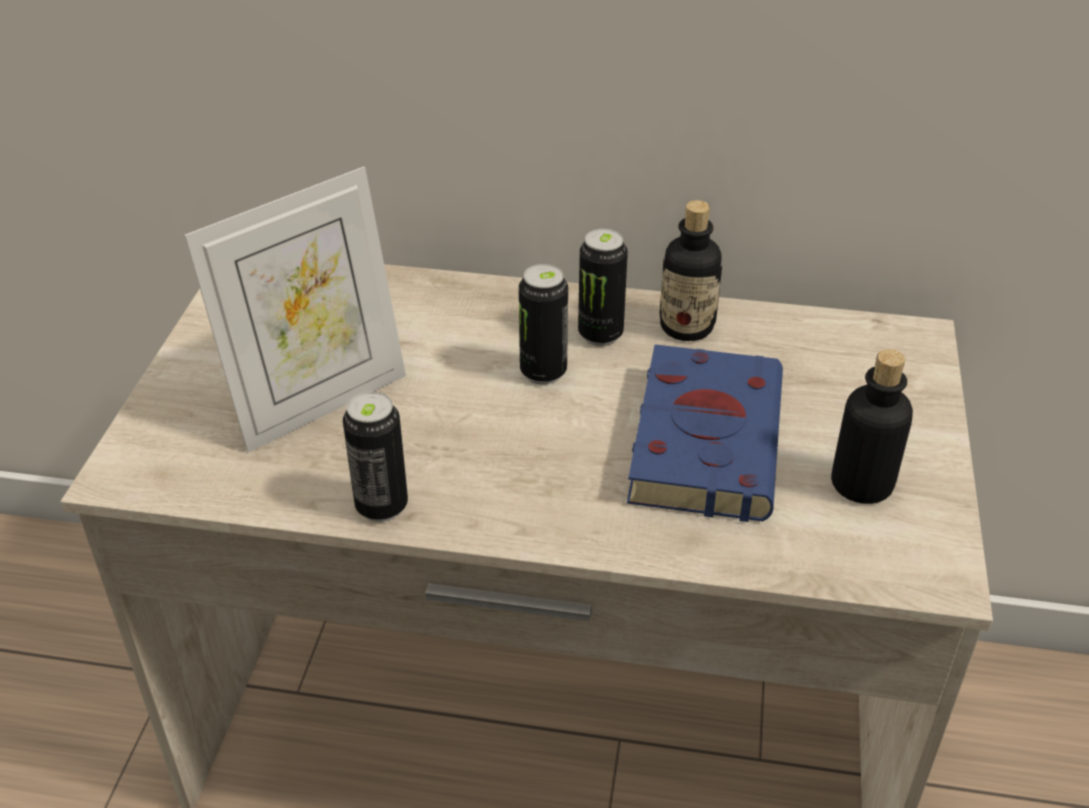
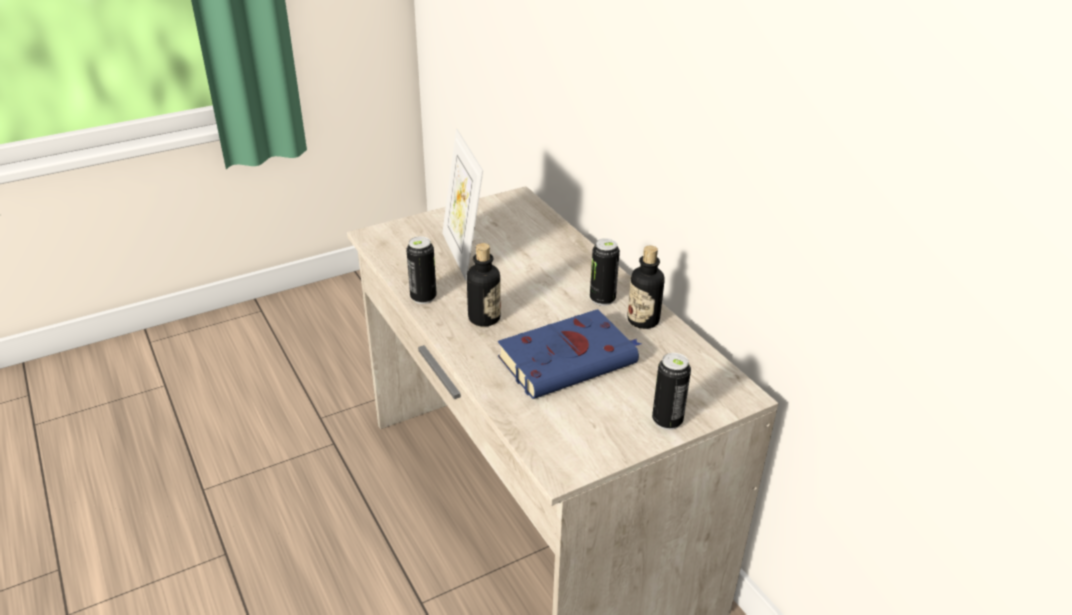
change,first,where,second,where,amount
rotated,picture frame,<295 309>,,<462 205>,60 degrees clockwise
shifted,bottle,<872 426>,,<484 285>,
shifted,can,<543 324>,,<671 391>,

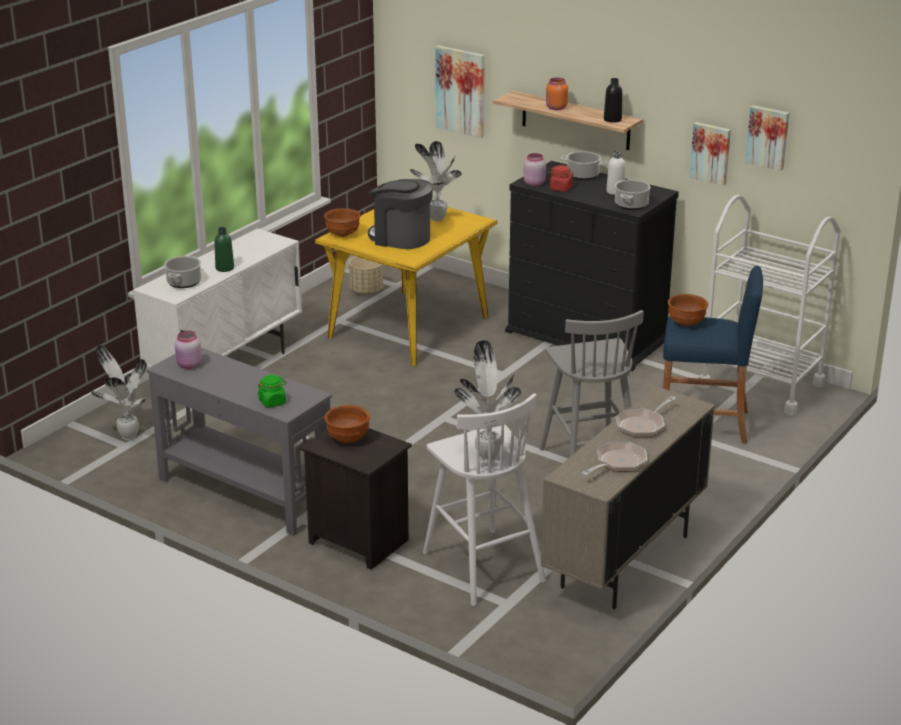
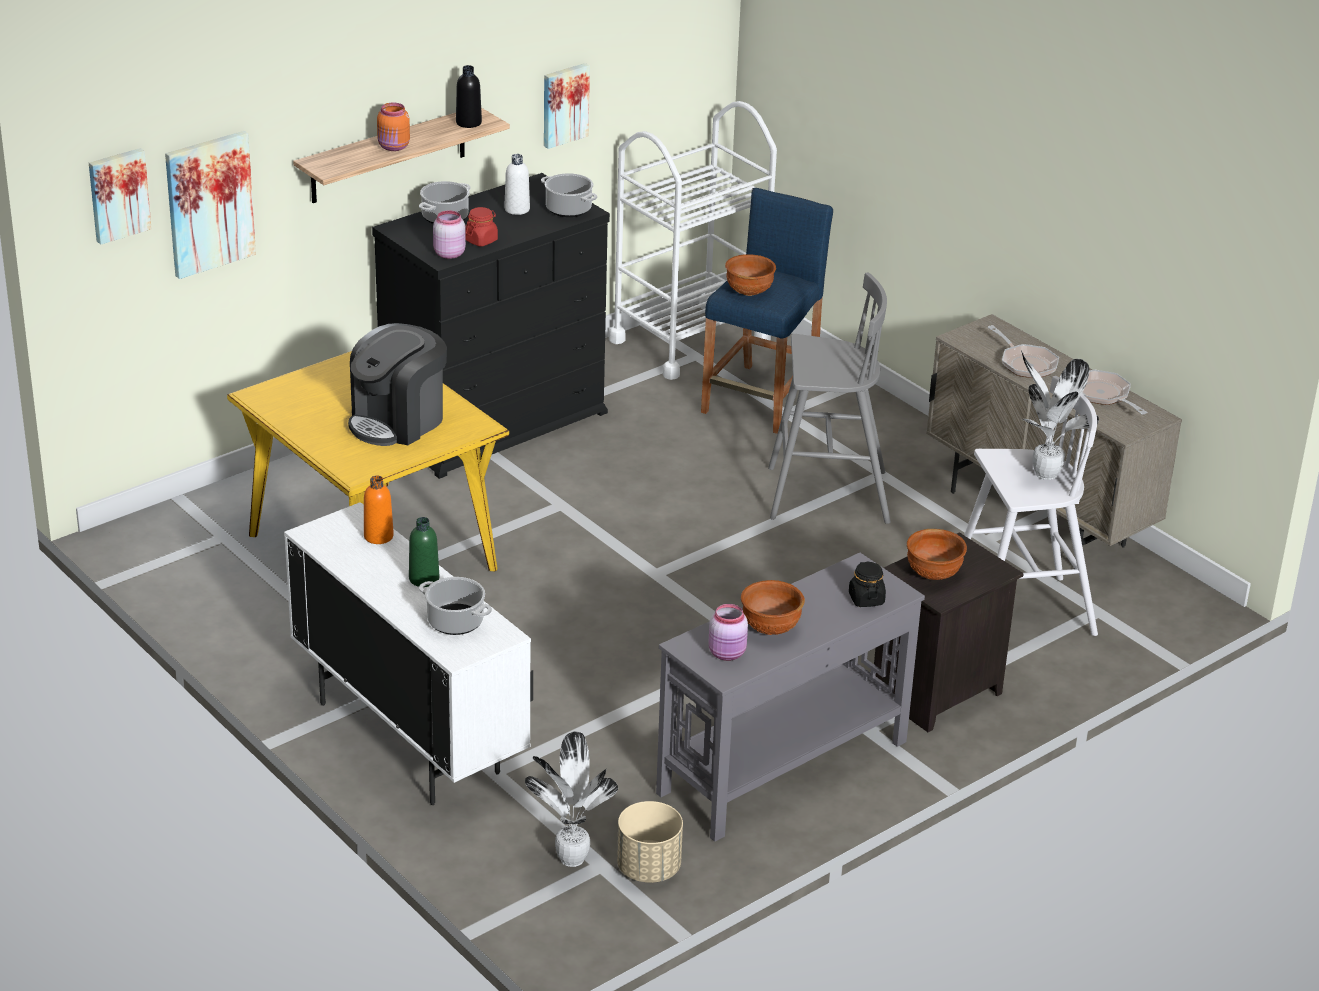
change,first,where,second,where,amount
shifted,picture,<767 138>,,<120 196>,
new,,,bottle (orange),<379 509>,
shifted,planter (beige),<366 275>,,<650 842>,
shifted,bowl (brown),<342 222>,,<773 607>,
repainted,jar (green),<272 391>,jar (black),<867 584>,
gone,potted plant,<436 181>,,,

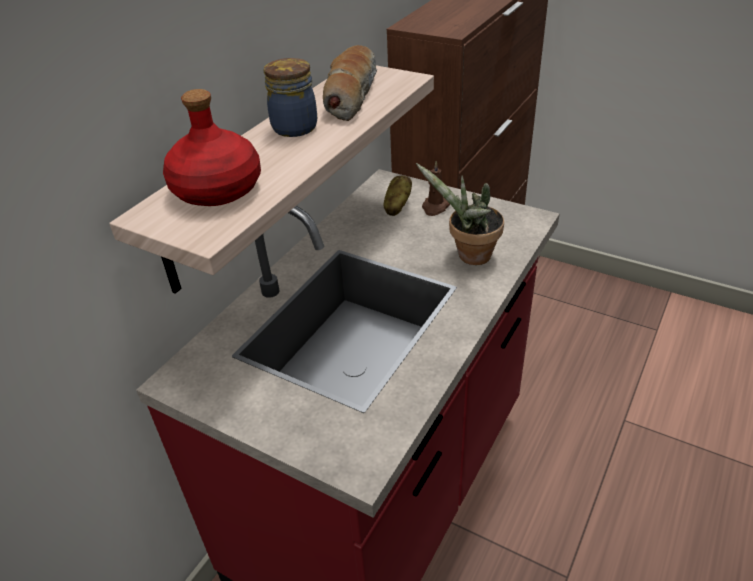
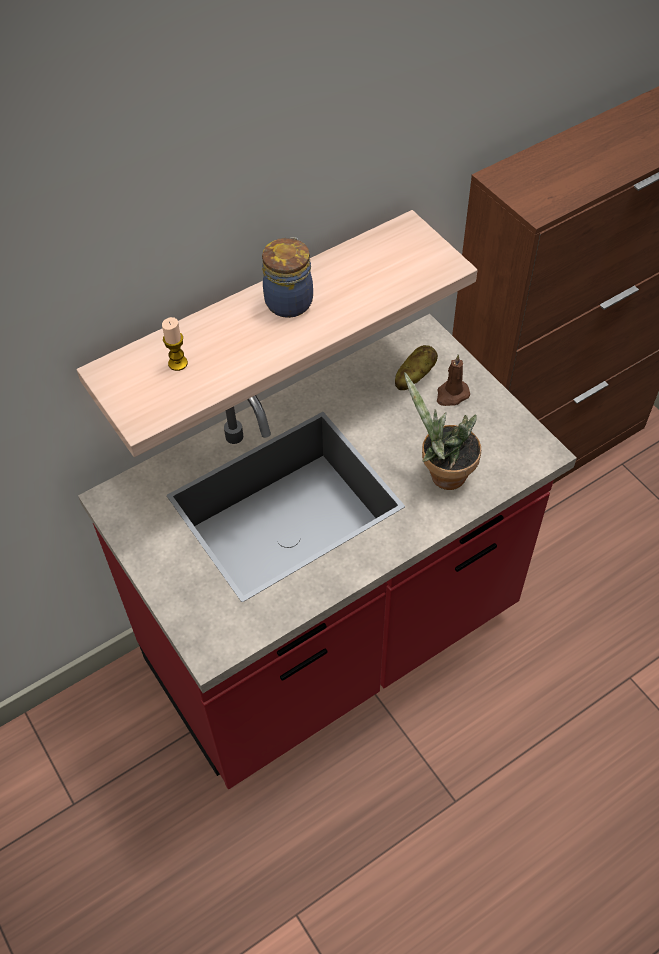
change,first,where,second,where,amount
swapped,bottle (red),<212 147>,candle,<175 344>,
gone,bread,<350 83>,,,

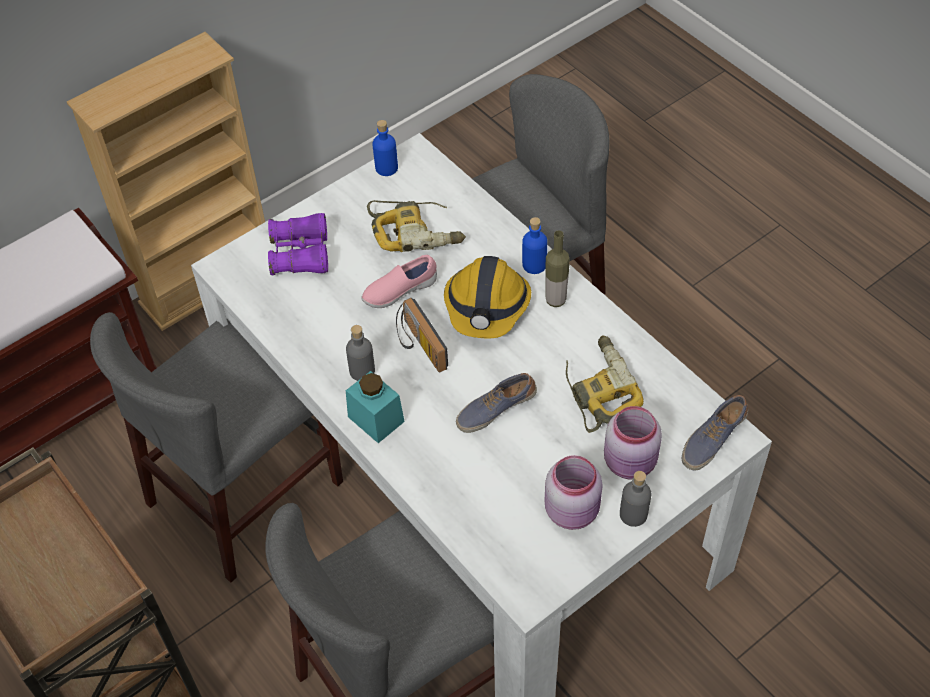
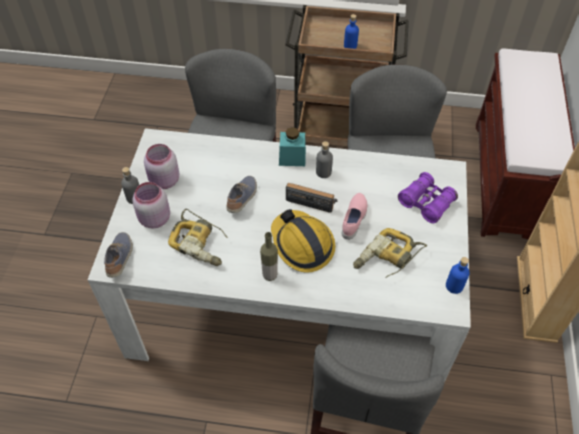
change,first,where,second,where,amount
shifted,bottle (blue),<534 245>,,<351 31>,

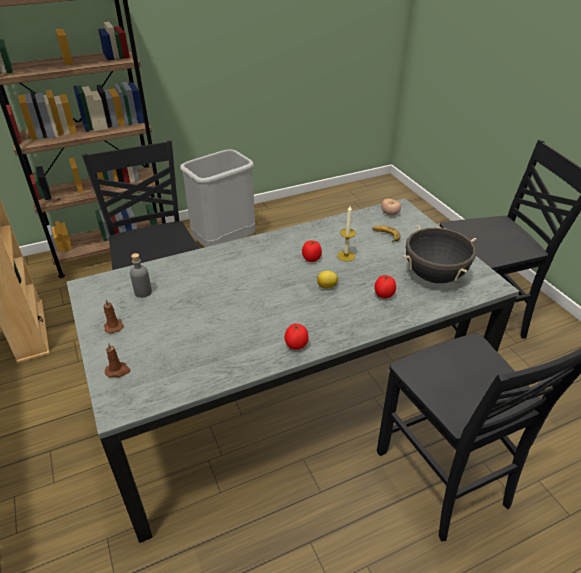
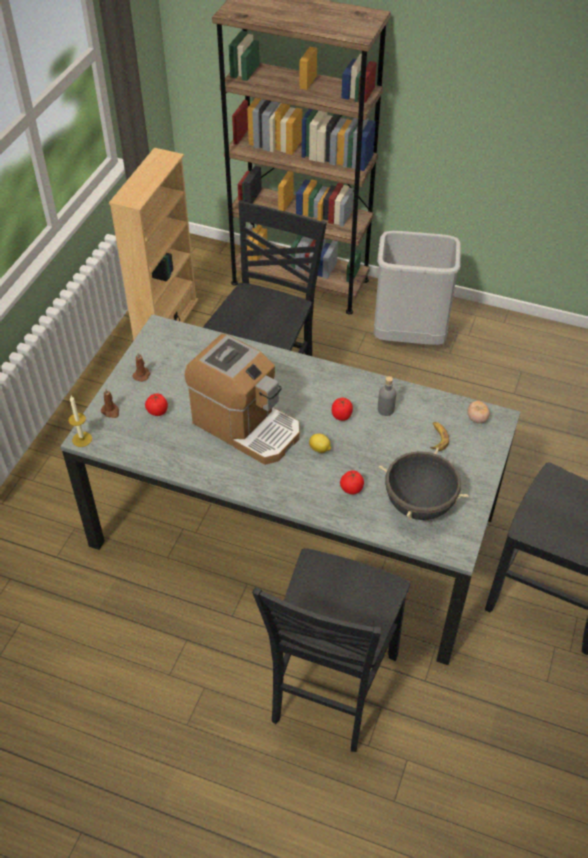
change,first,where,second,where,amount
shifted,candle,<346 234>,,<80 421>,
shifted,tomato,<296 337>,,<156 404>,
new,,,coffee machine,<242 399>,
shifted,bottle (grey),<141 275>,,<387 396>,

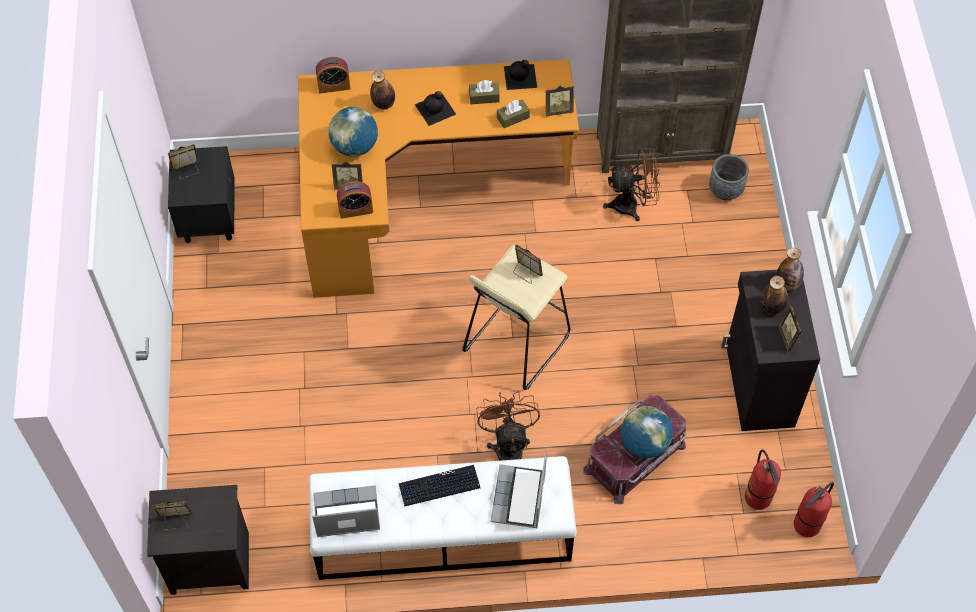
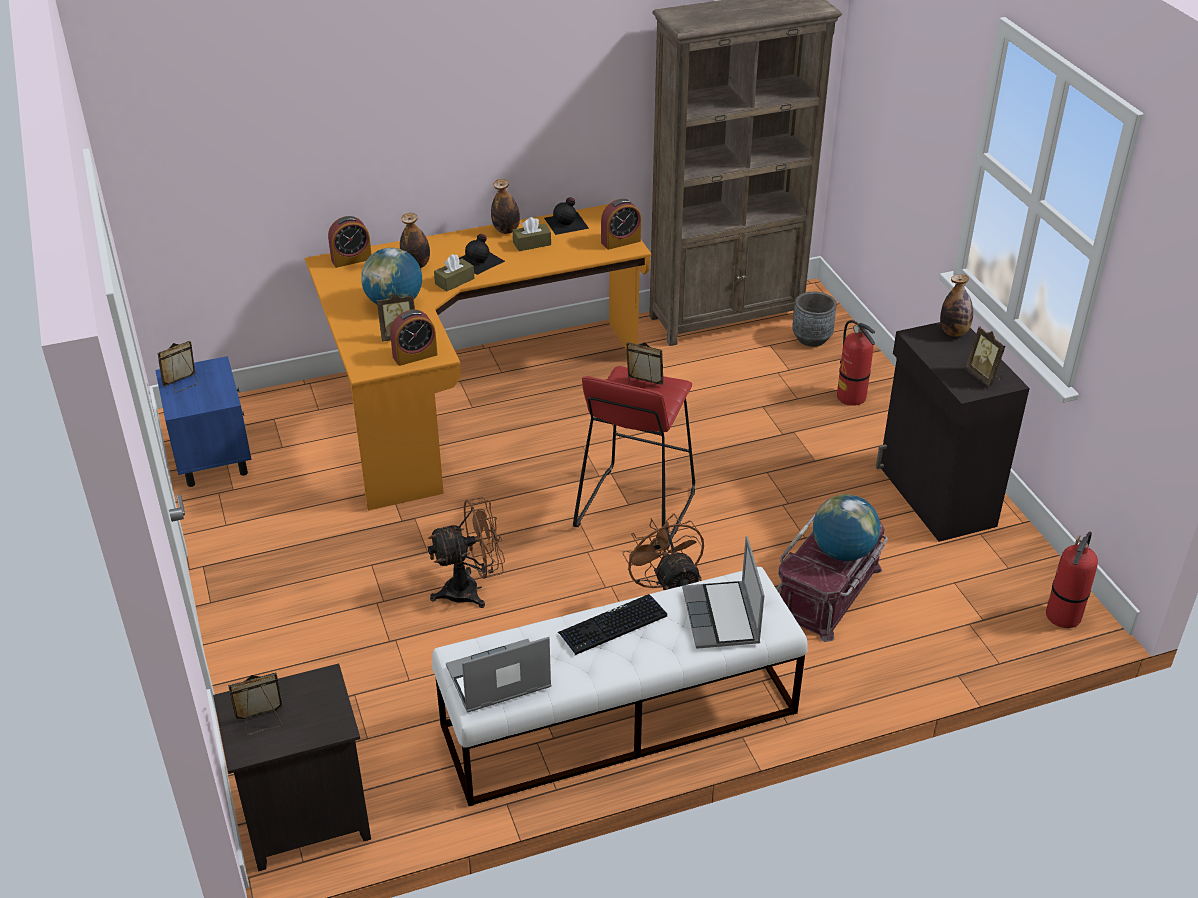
change,first,where,second,where,amount
repainted,nightstand (black),<201 194>,nightstand (blue),<203 421>,
shifted,fan (brown),<631 184>,,<466 552>,
shifted,tissue box (brown),<513 113>,,<454 273>,
shifted,bottle,<774 295>,,<505 206>,
repainted,stool (beige),<516 317>,stool (red),<634 458>,
swapped,picture frame,<560 100>,alarm clock,<621 224>,
shifted,fire extinguisher,<763 479>,,<856 363>,

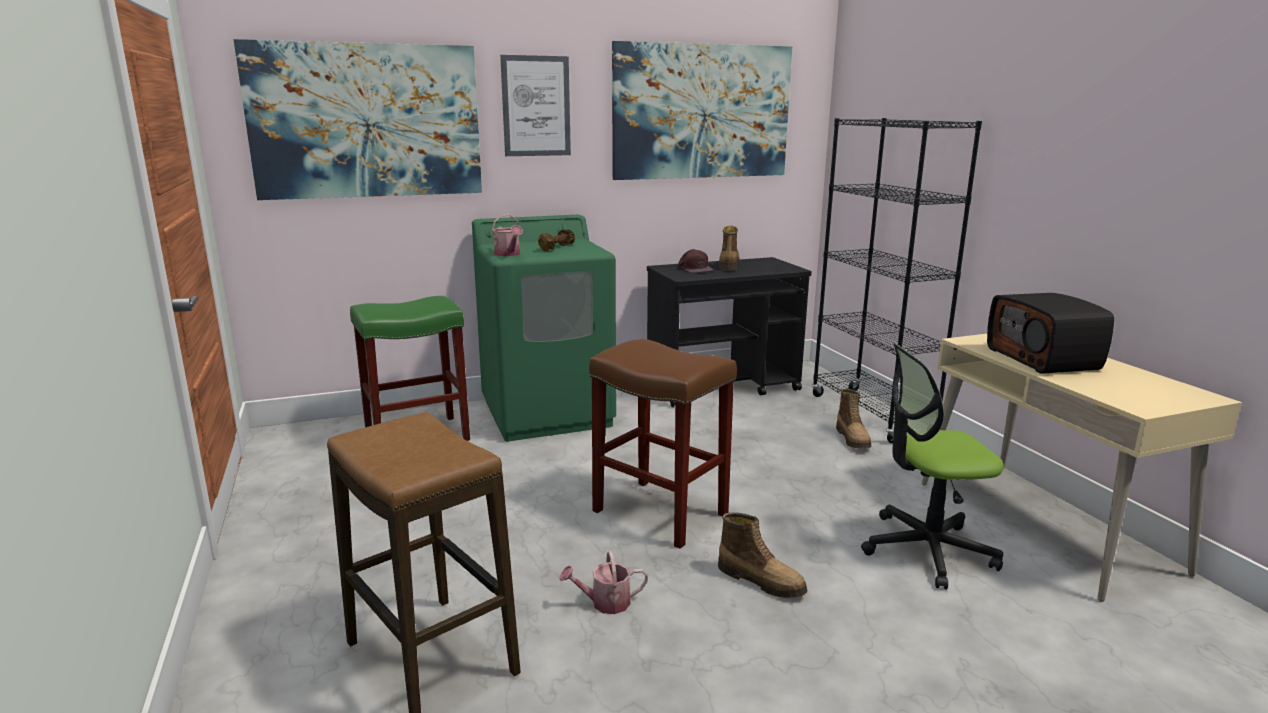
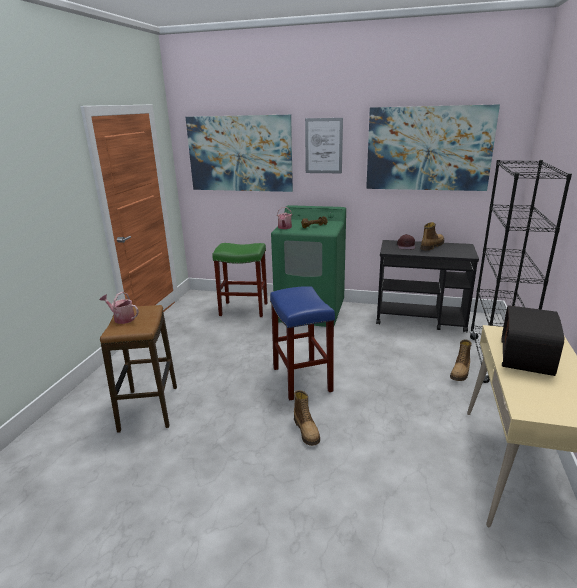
change,first,where,second,where,amount
shifted,watering can,<603 582>,,<119 308>,
repainted,stool (brown),<663 444>,stool (blue),<302 344>,
gone,office chair,<932 466>,,,

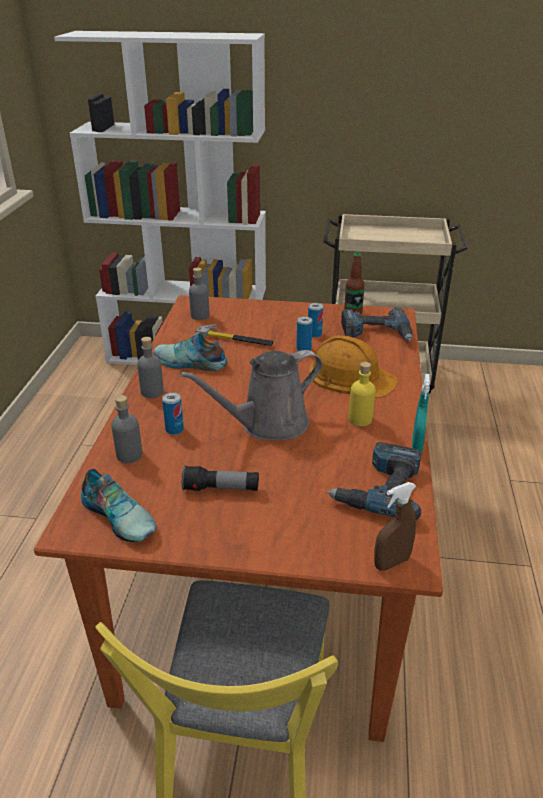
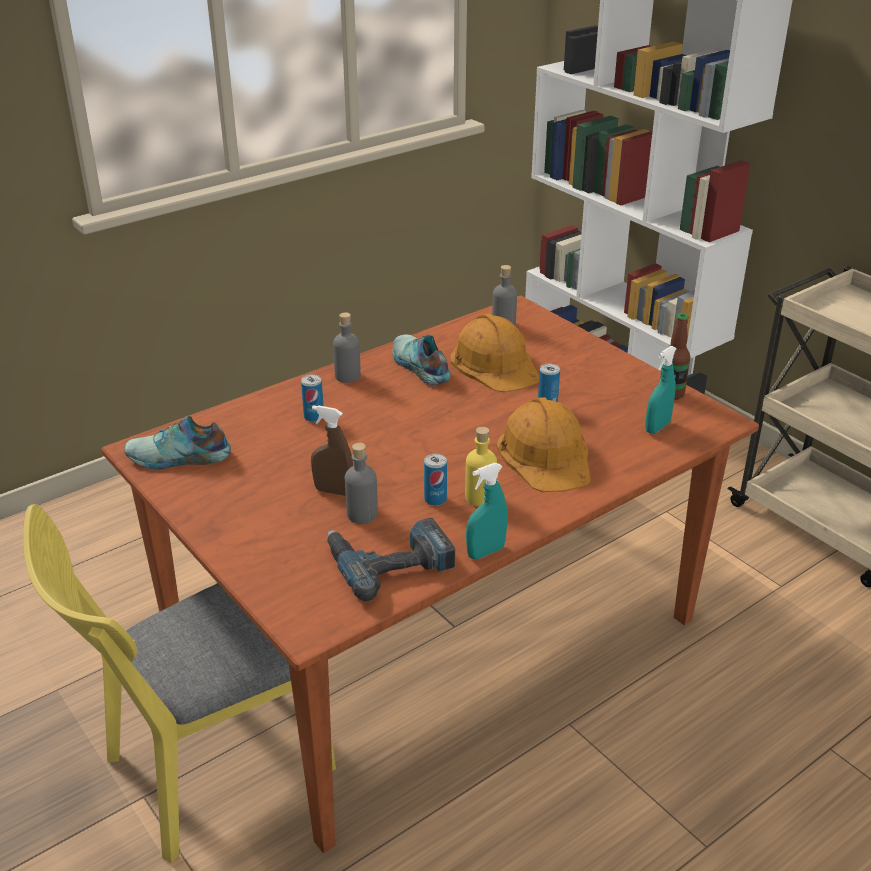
change,first,where,second,where,amount
rotated,shoe,<118 505>,,<177 442>,90 degrees clockwise
shifted,spray bottle (brown),<395 526>,,<332 450>,
shifted,bottle (grey),<126 429>,,<361 483>,
shifted,can,<315 320>,,<435 480>,
swapped,hammer,<232 335>,hard hat (orange),<495 353>,
swapped,power drill,<377 324>,spray bottle (turquoise),<661 390>,
gone,watering can (grey),<251 395>,,,
gone,flashlight,<220 478>,,,

